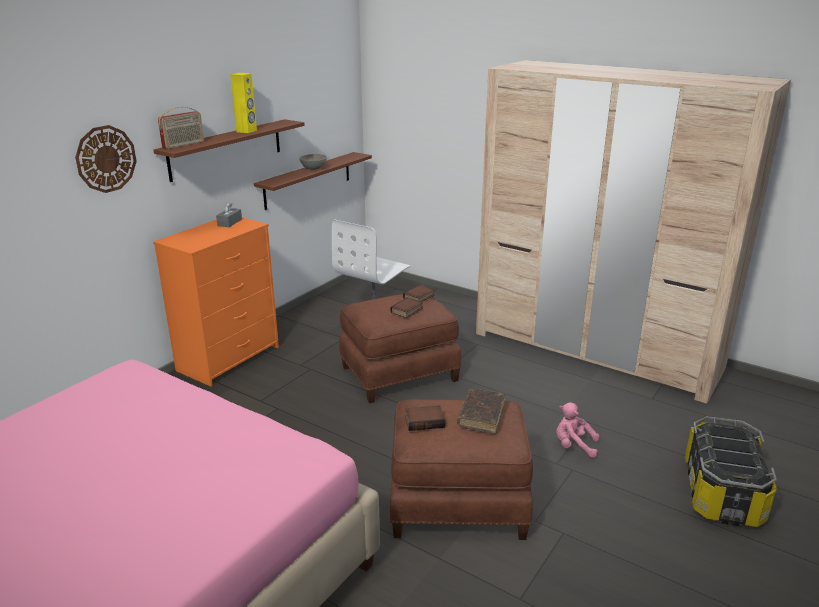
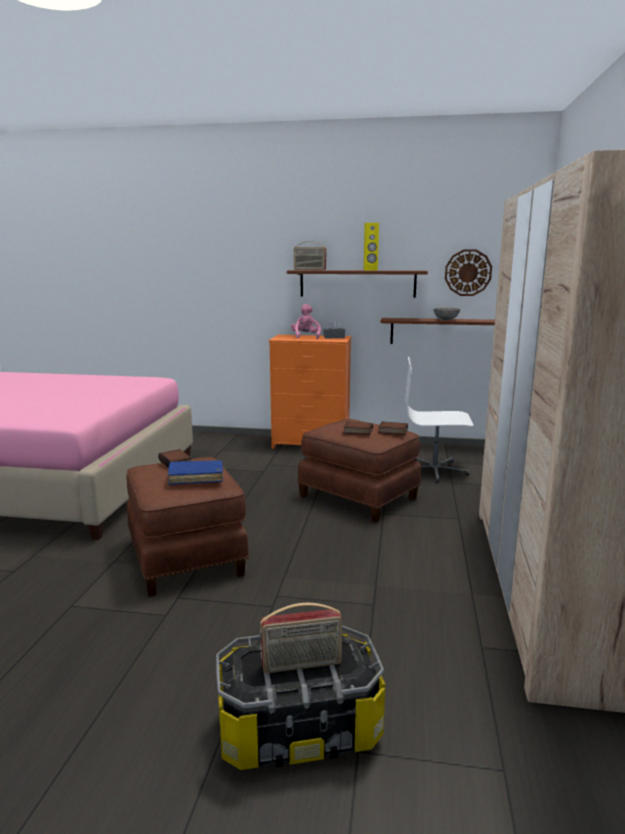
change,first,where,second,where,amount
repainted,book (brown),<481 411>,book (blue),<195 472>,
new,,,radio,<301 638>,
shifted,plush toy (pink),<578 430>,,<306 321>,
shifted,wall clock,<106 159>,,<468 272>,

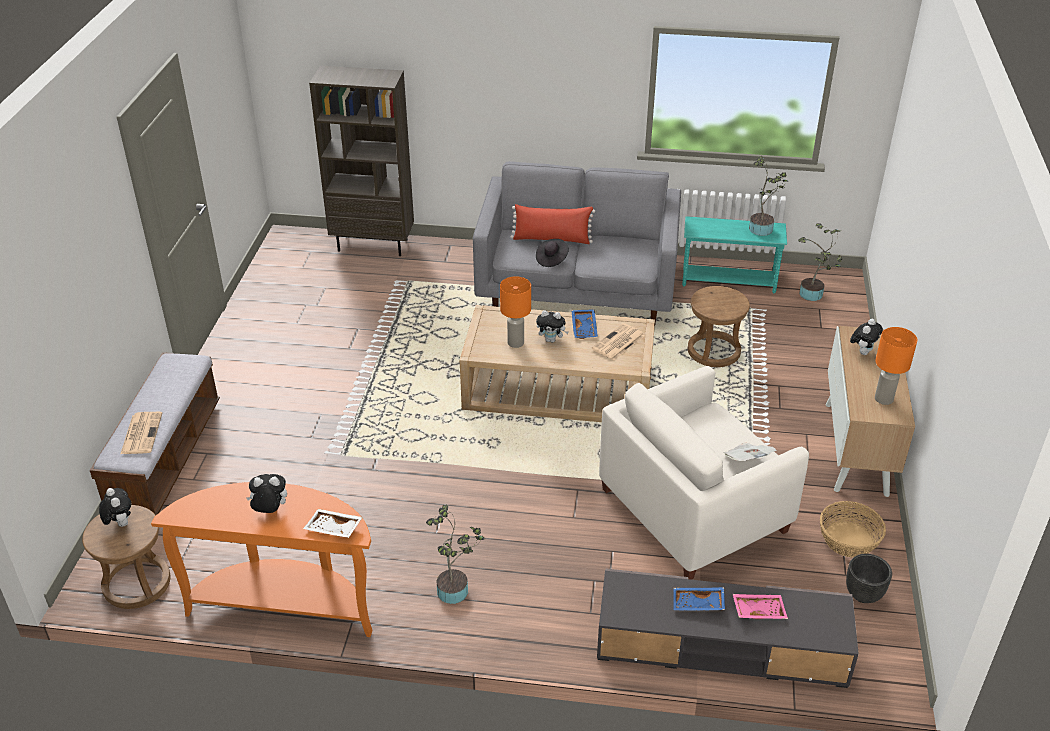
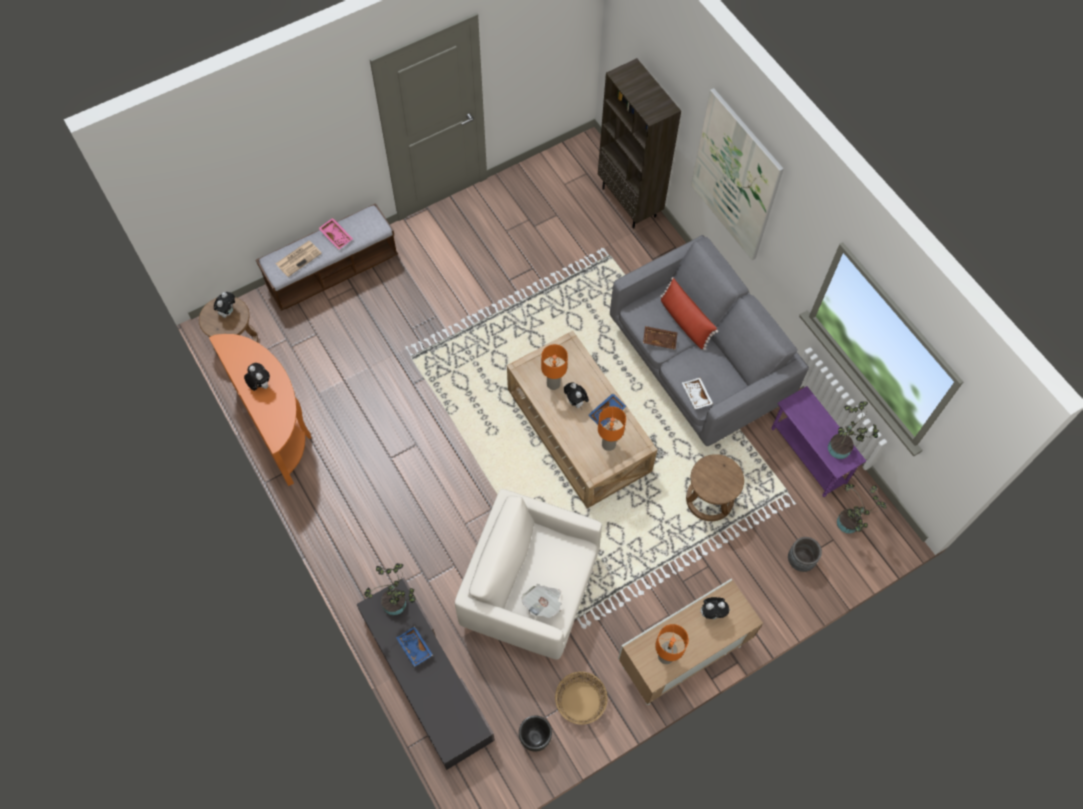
change,first,where,second,where,amount
shifted,tray (pink),<760 606>,,<335 234>,
shifted,potted plant,<455 554>,,<389 589>,
swapped,newspaper,<618 341>,table lamp (orange),<612 428>,
swapped,hat (black),<552 253>,tray (brown),<660 338>,
shifted,tray (white),<333 523>,,<697 393>,
new,,,picture,<737 174>,
repainted,side table (turquoise),<734 254>,side table (purple),<818 441>,
new,,,planter (grey),<805 554>,

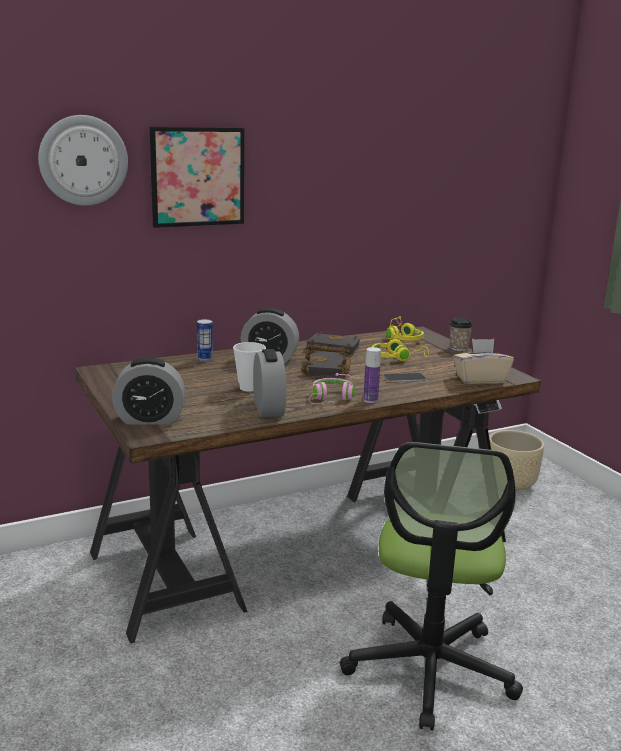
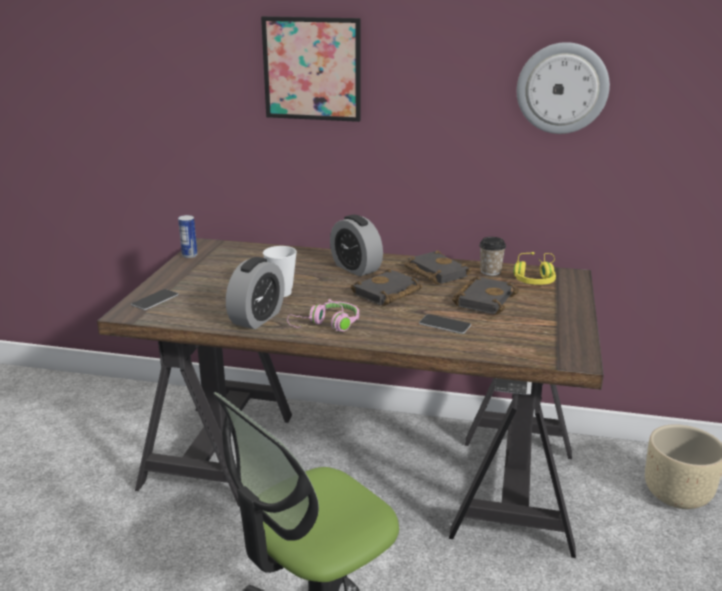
change,first,where,second,where,amount
swapped,alarm clock,<148 391>,phone,<155 299>,
shifted,can,<205 340>,,<187 236>,
swapped,headphones (yellow),<400 346>,book (black),<485 295>,
shifted,cup,<461 334>,,<492 256>,
shifted,wall clock,<83 160>,,<563 88>,
gone,bottle,<372 375>,,,
gone,tissue box (beige),<483 361>,,,

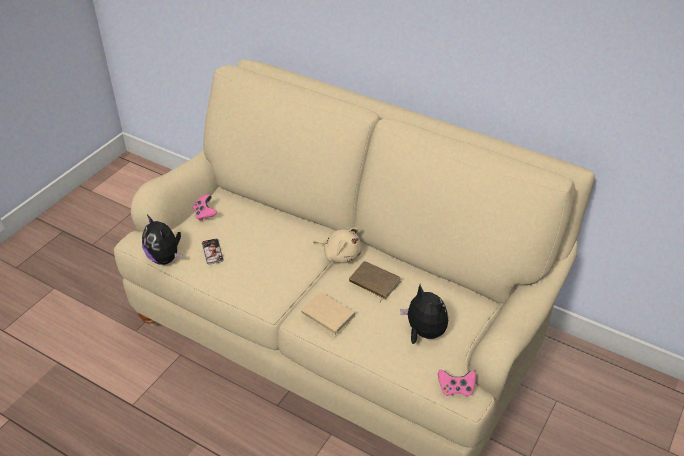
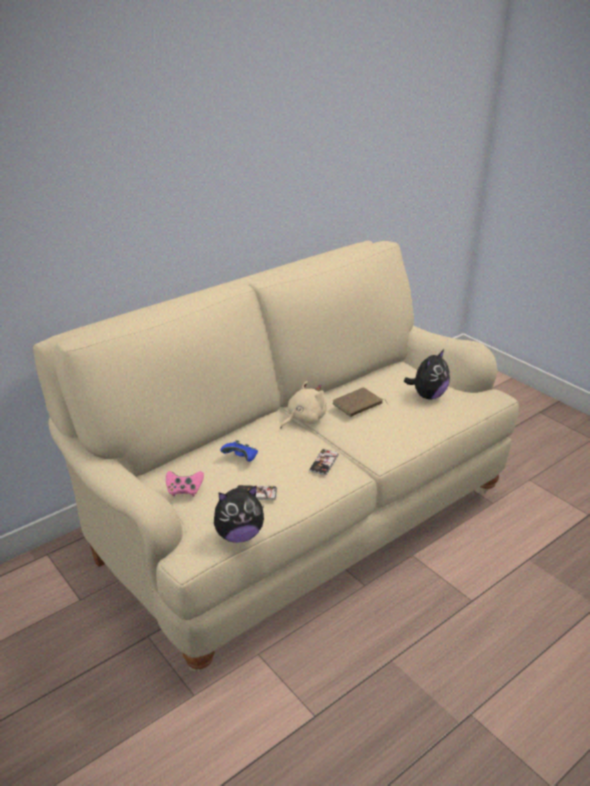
change,first,where,second,where,amount
new,,,game controller (blue),<239 451>,
new,,,phone,<324 462>,
rotated,plush toy,<424 314>,,<427 374>,150 degrees clockwise
gone,book (beige),<328 315>,,,
gone,game controller (pink),<457 383>,,,

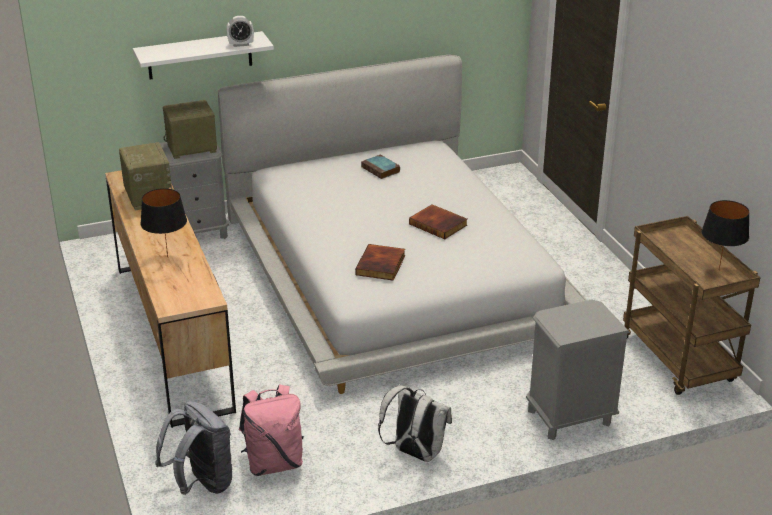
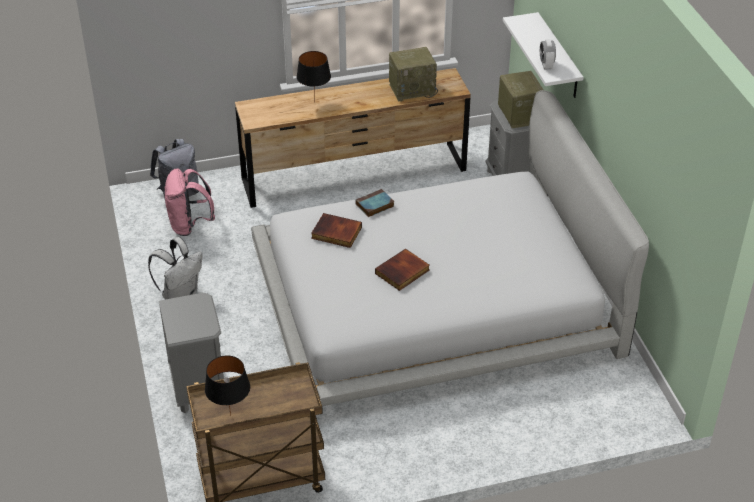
change,first,where,second,where,amount
shifted,book,<380 166>,,<374 203>,

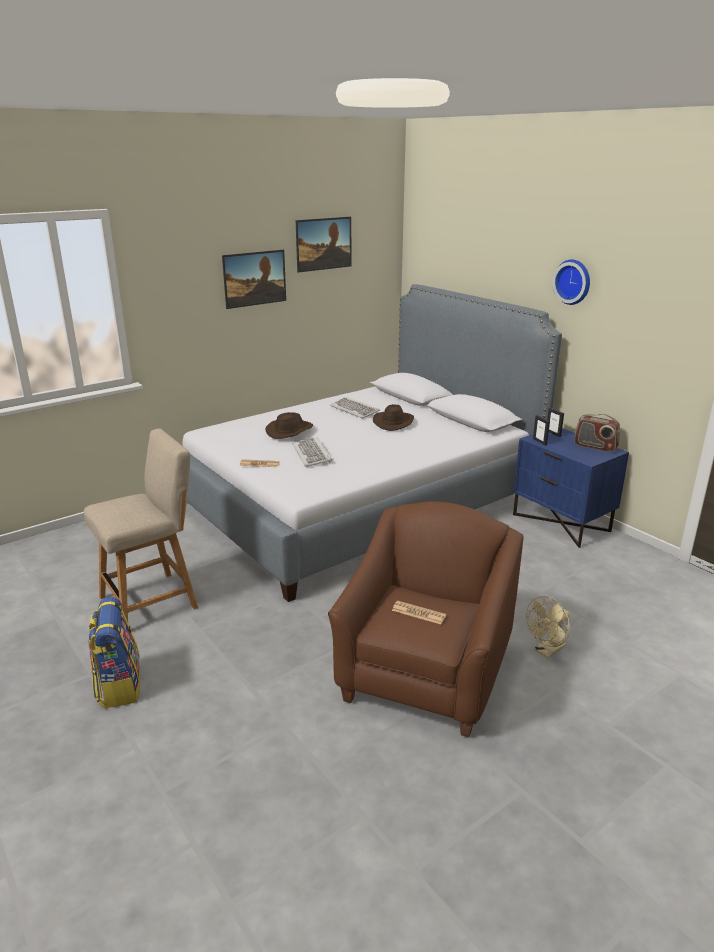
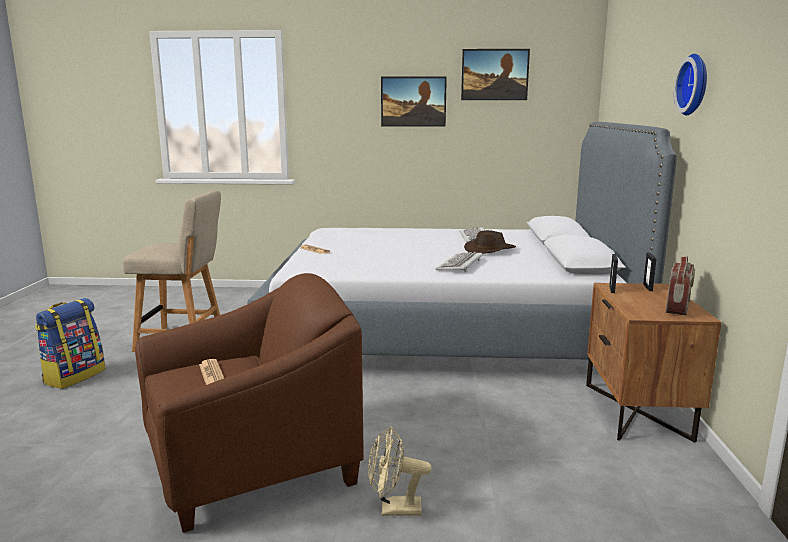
change,first,where,second,where,amount
shifted,keyboard,<312 452>,,<459 262>,
repainted,nightstand (blue),<571 488>,nightstand (brown),<653 363>,
rotated,radio,<597 433>,,<680 285>,135 degrees counterclockwise
gone,hat (brown),<289 425>,,,

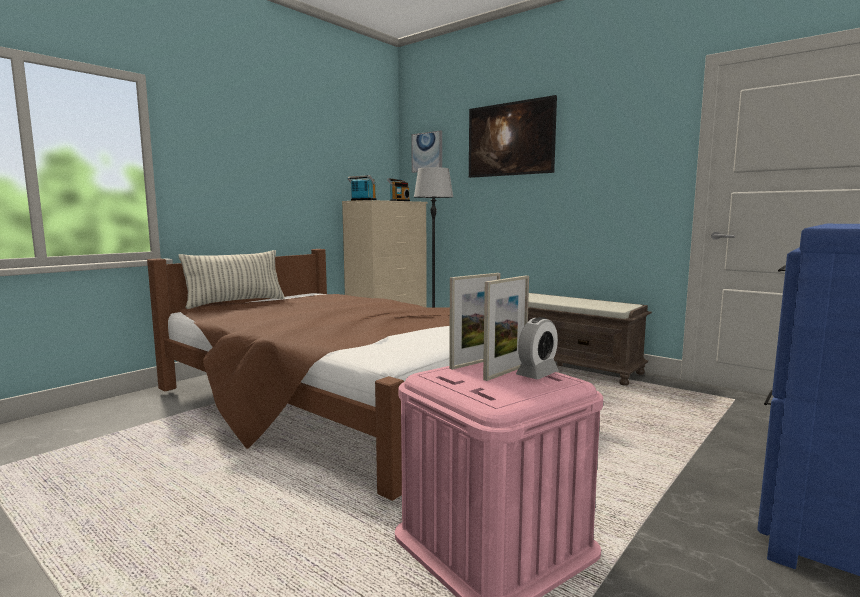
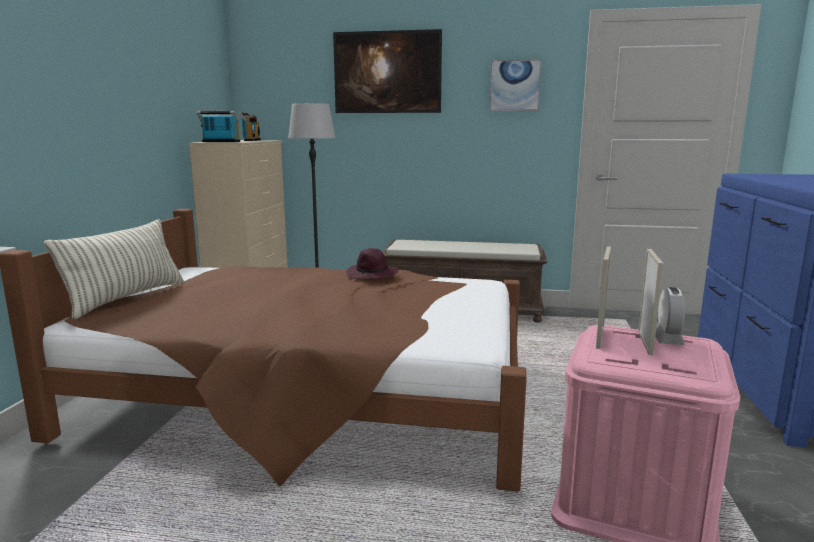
change,first,where,second,where,amount
new,,,hat (purple),<372 263>,
shifted,picture,<426 151>,,<515 85>,

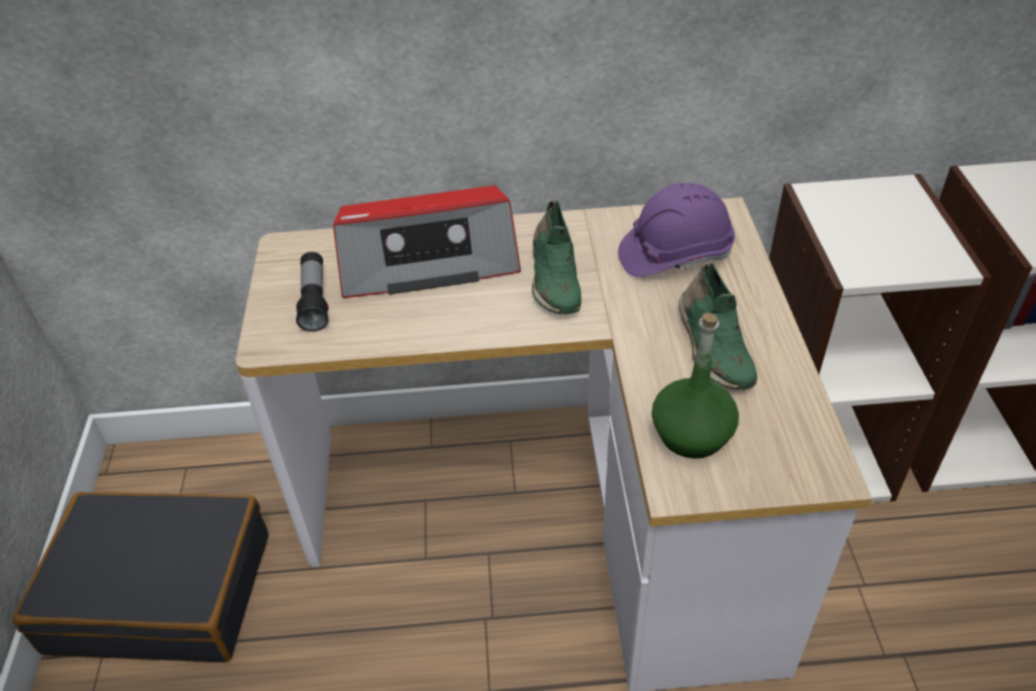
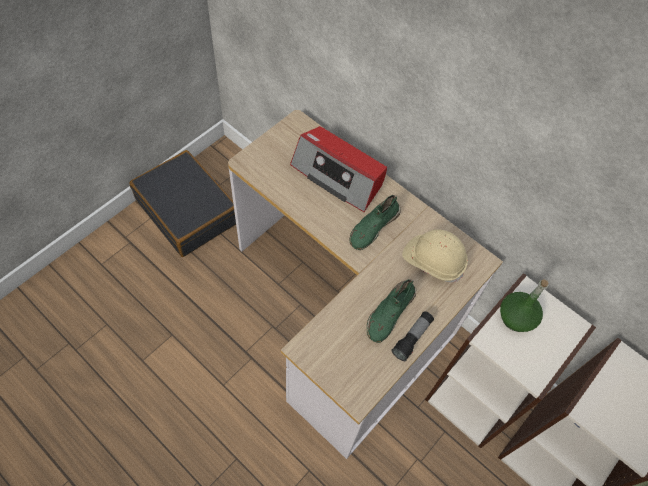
change,first,where,second,where,amount
shifted,flashlight,<312 292>,,<412 336>,
repainted,hard hat (purple),<676 230>,hard hat (beige),<435 256>,
shifted,bottle (green),<695 386>,,<524 305>,

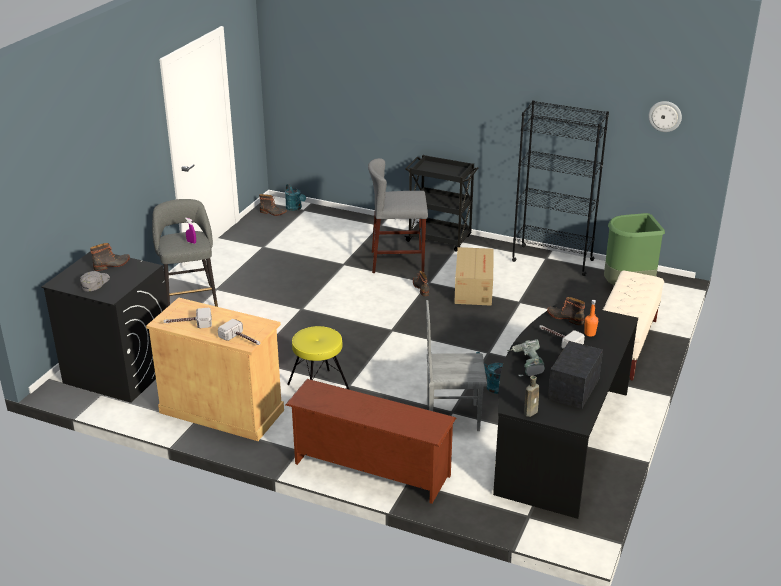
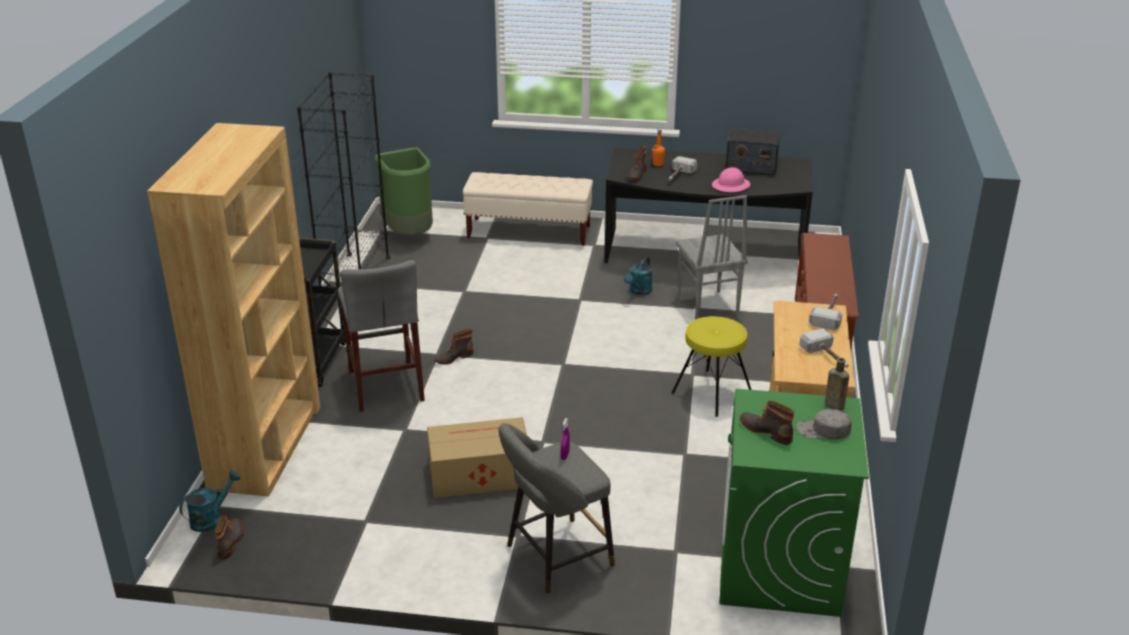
change,first,where,second,where,amount
new,,,bookcase (brown),<234 310>,
shifted,cardboard box,<474 276>,,<477 457>,
swapped,power drill,<526 358>,hard hat (pink),<731 179>,
repainted,washing machine (black),<104 327>,washing machine (green),<794 503>,
shifted,bottle (brown),<532 396>,,<837 384>,
gone,wall clock,<665 116>,,,

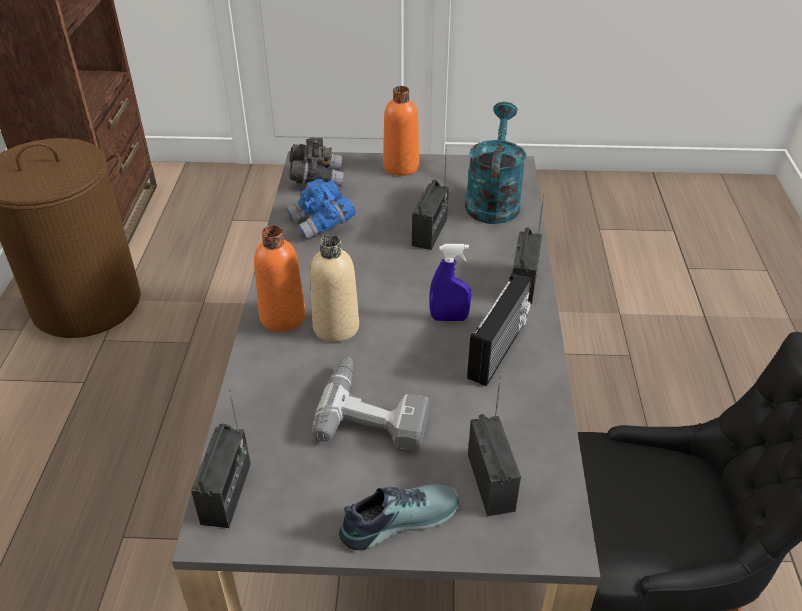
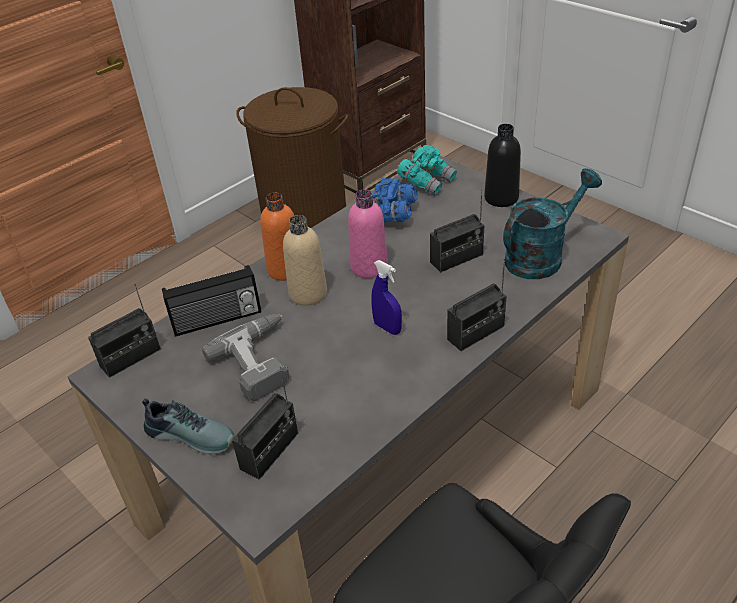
change,first,where,second,where,amount
shifted,radio,<499 329>,,<211 301>,
new,,,bottle (pink),<368 234>,
repainted,binoculars (grey),<316 162>,binoculars (turquoise),<427 170>,
repainted,bottle (orange),<401 131>,bottle (black),<502 165>,

